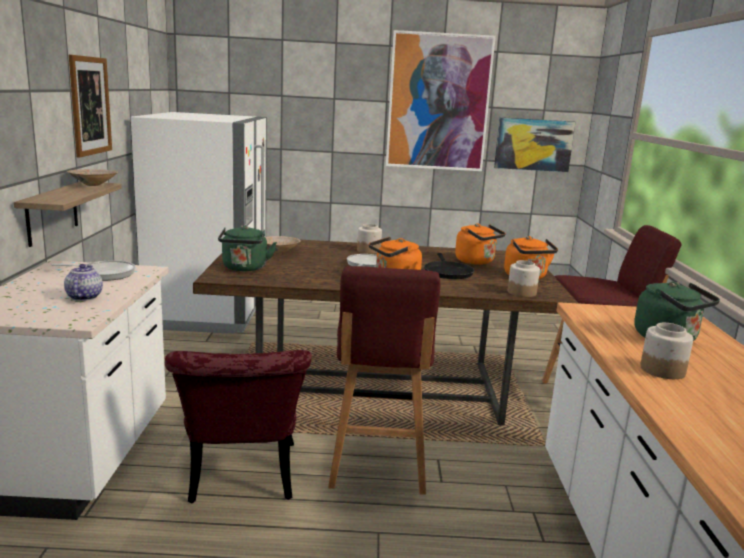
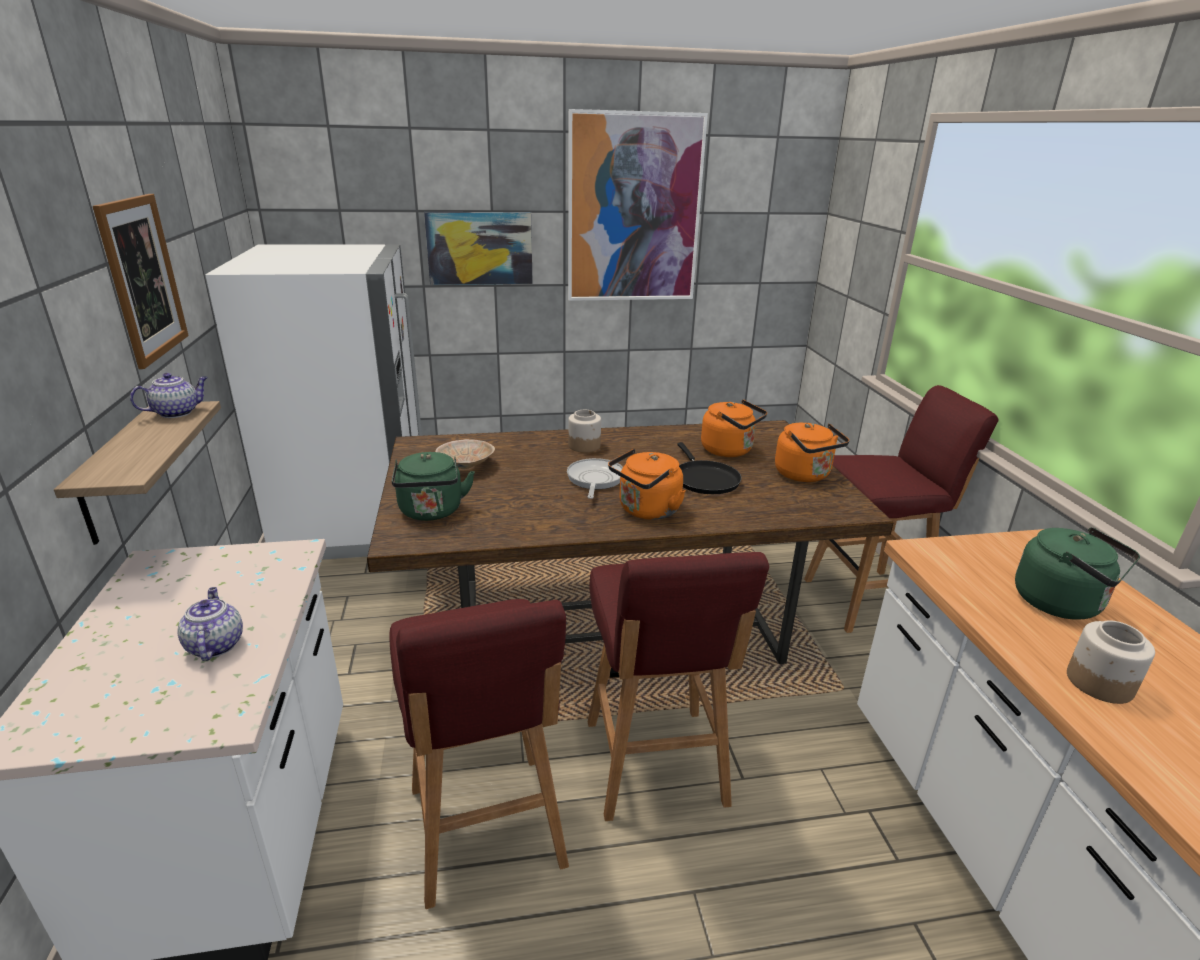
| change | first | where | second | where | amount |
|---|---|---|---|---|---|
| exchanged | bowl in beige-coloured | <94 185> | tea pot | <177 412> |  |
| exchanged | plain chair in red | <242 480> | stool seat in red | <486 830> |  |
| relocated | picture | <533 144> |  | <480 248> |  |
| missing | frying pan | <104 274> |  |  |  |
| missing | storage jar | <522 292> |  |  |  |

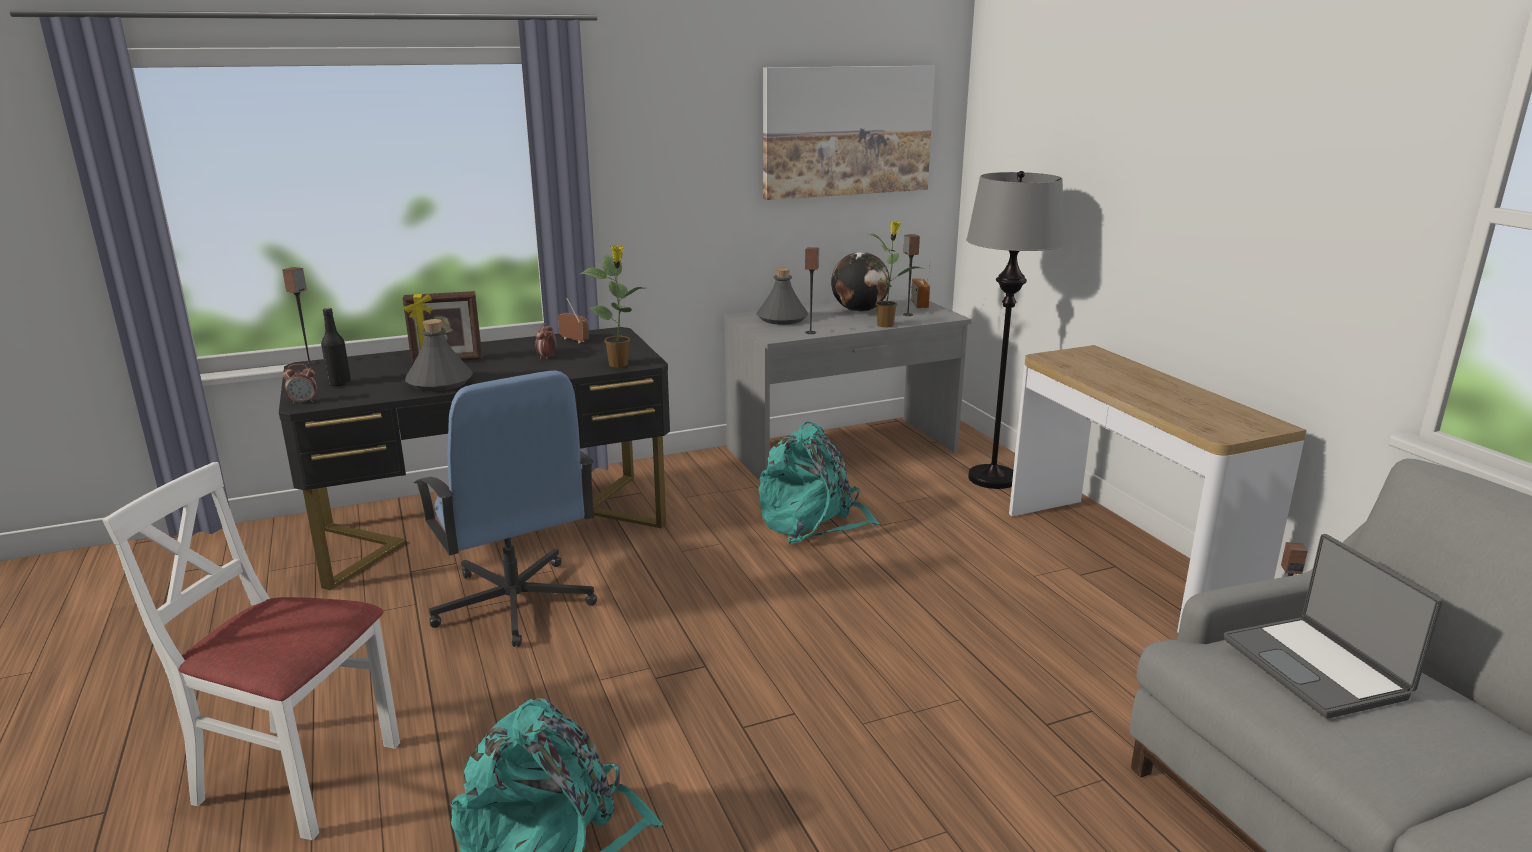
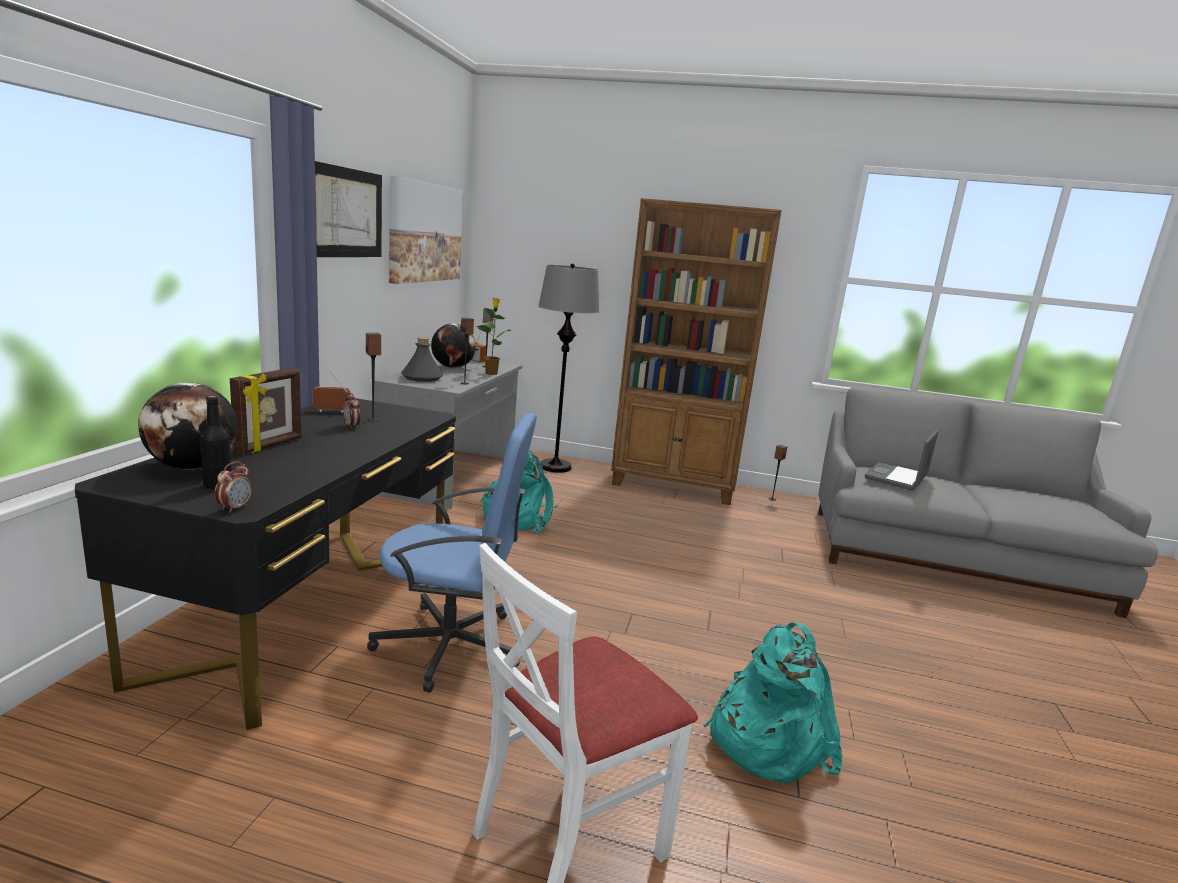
| change | first | where | second | where | amount |
|---|---|---|---|---|---|
| appeared |  |  | desk globe | <193 467> |  |
| appeared |  |  | picture | <346 213> |  |
| relocated | audio speaker | <309 363> |  | <373 420> |  |
| exchanged | narrow table | <1123 560> | shelving unit in brown | <674 486> |  |
| spun | laptop | <1316 668> |  | <897 478> | 105 degrees clockwise |
| missing | beverage bottle in grey | <440 382> |  |  |  |
| missing | potted plant | <619 364> |  |  |  |

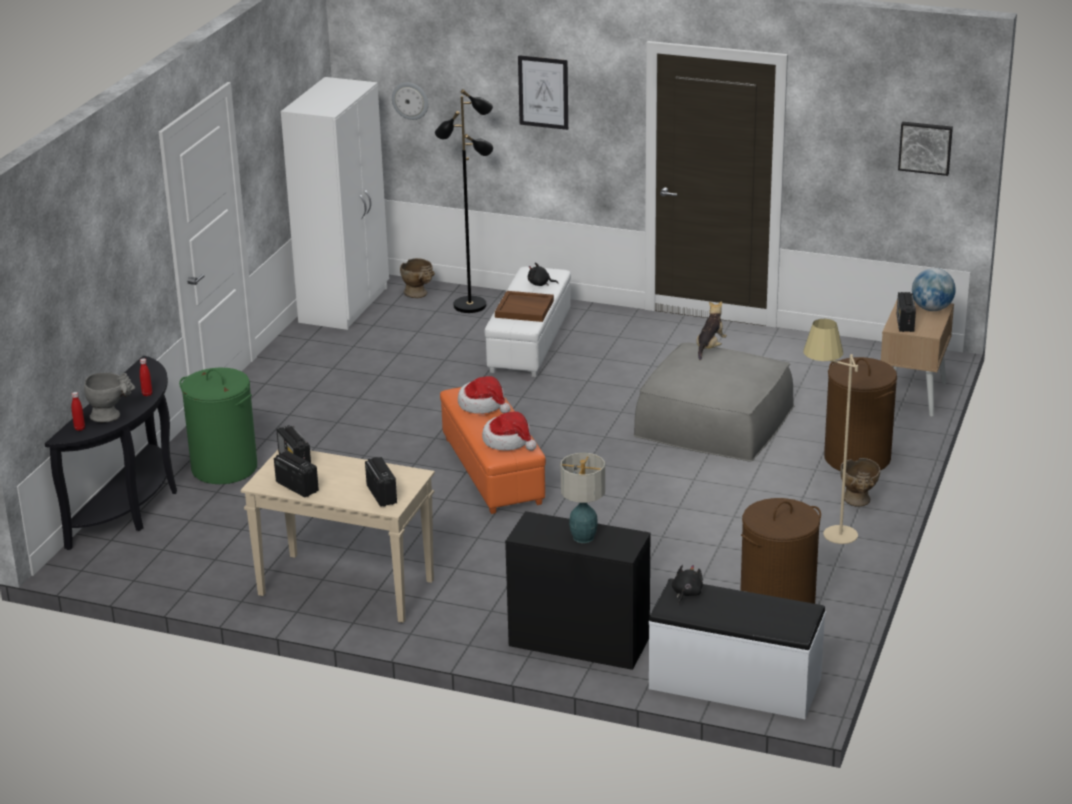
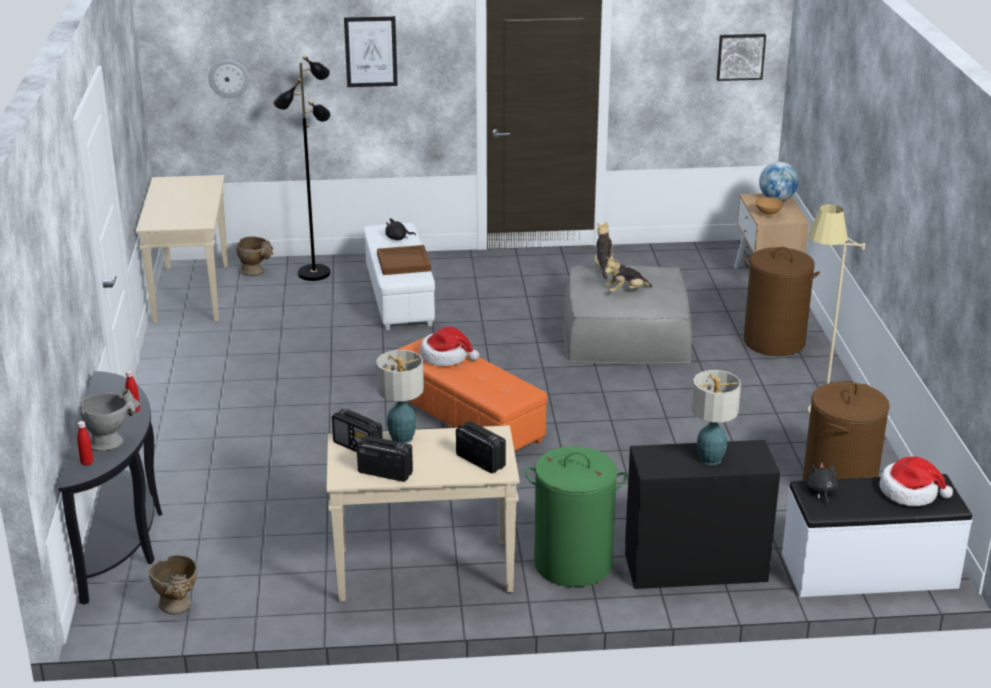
| change | first | where | second | where | amount |
|---|---|---|---|---|---|
| exchanged | wardrobe in white | <345 305> | narrow table in beige-coloured | <191 293> |  |
| relocated | vase in beige-coloured | <858 502> |  | <178 607> |  |
| appeared |  |  | table lamp | <402 438> |  |
| relocated | laundry basket in green-coloured | <224 468> |  | <572 564> |  |
| appeared |  |  | plush toy | <625 291> |  |
| exchanged | radio receiver | <905 323> | bowl in brown | <768 215> |  |
| relocated | wearable hat | <508 441> |  | <910 492> |  |

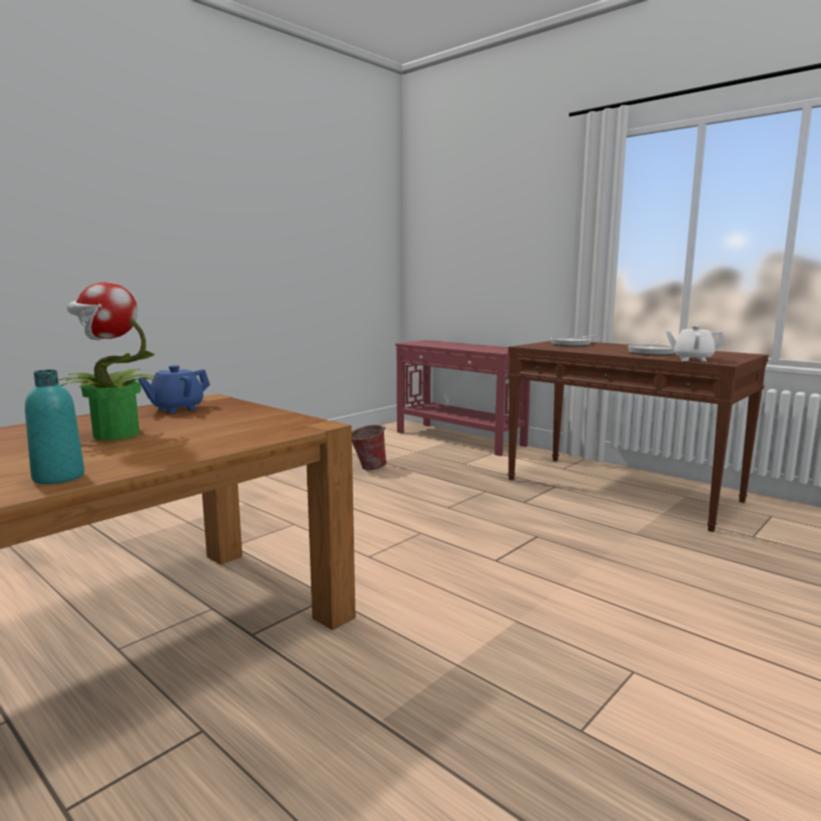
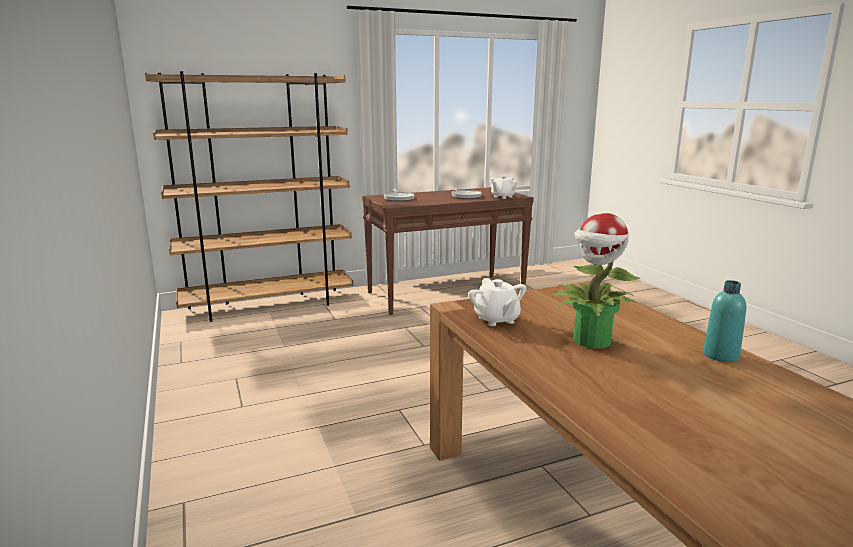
| change | first | where | second | where | amount |
|---|---|---|---|---|---|
| exchanged | narrow table in red | <459 439> | shelving unit in brown | <269 305> |  |
| colour | tea pot in blue | <177 409> | tea pot in white | <496 320> |  |
| missing | water bucket | <367 468> |  |  |  |

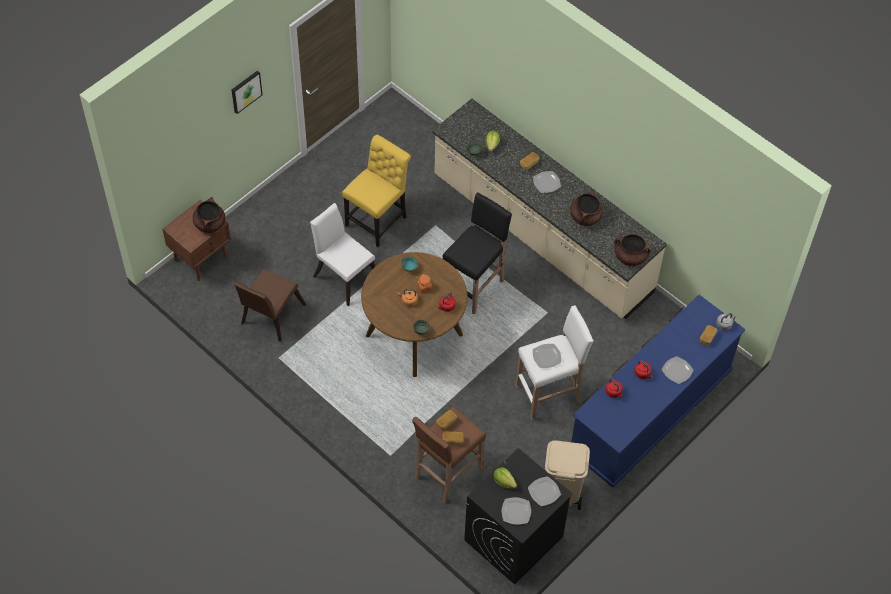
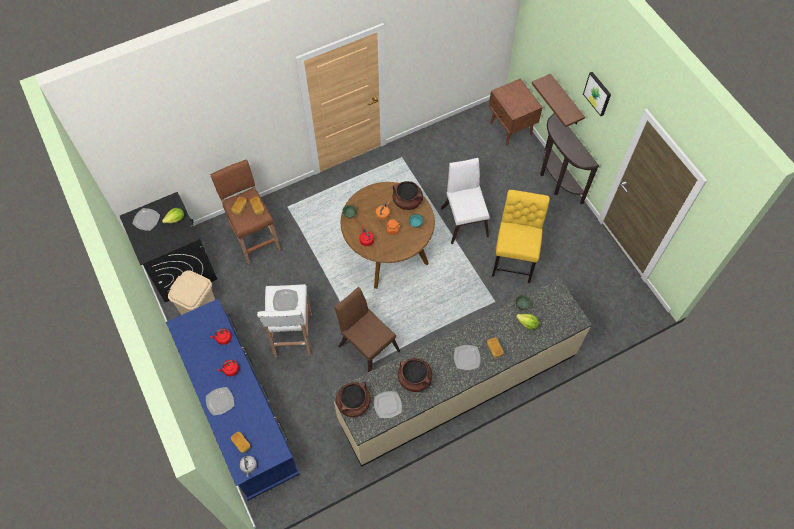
| change | first | where | second | where | amount |
|---|---|---|---|---|---|
| relocated | plain chair in brown | <270 317> |  | <367 345> |  |
| relocated | plate | <544 492> |  | <387 405> |  |
| relocated | saucepot in brown | <210 224> |  | <407 201> |  |
| spun | plain chair in white | <344 275> |  | <464 219> | 75 degrees counterclockwise |
| spun | plain chair in yellow-coloured | <378 219> |  | <514 259> | 135 degrees counterclockwise |
| appeared |  |  | shelf in brown | <565 101> |  |
| appeared |  |  | narrow table in brown | <556 181> |  |
| missing | stool seat in black | <474 286> |  |  |  |

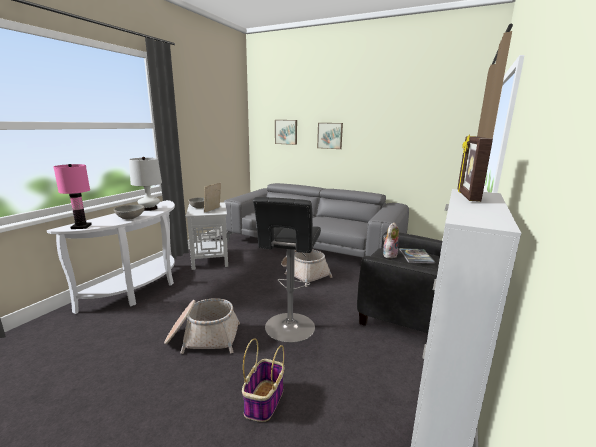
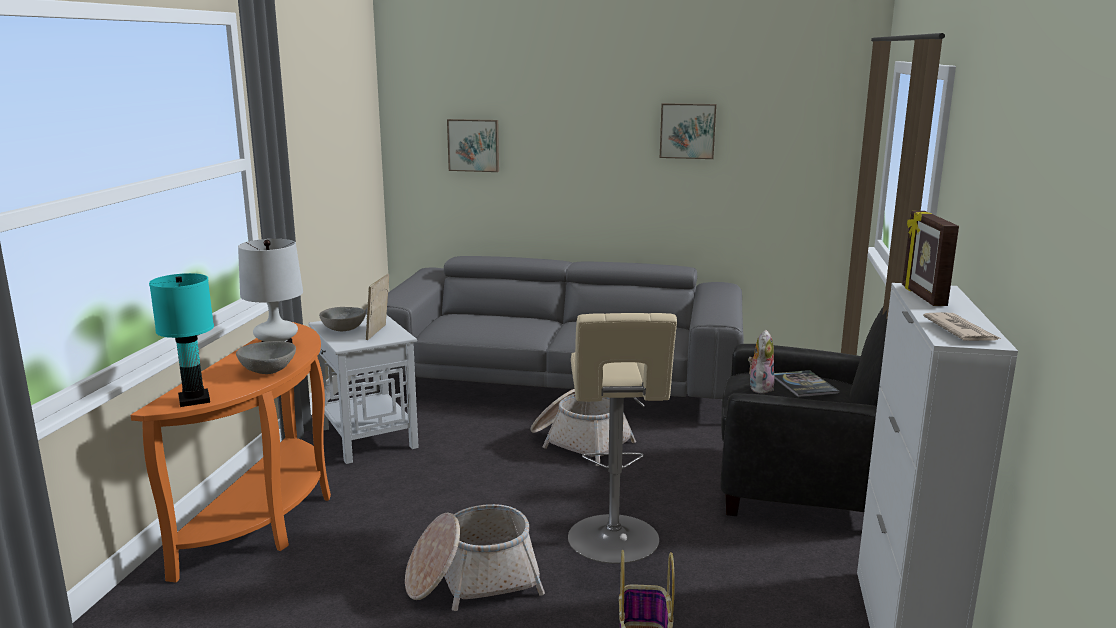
| change | first | where | second | where | amount |
|---|---|---|---|---|---|
| colour | narrow table in white | <139 289> | narrow table in orange-coloured | <268 518> |  |
| colour | table lamp in pink-coloured | <81 226> | table lamp in blue-green | <193 399> |  |
| colour | stool seat in black | <289 329> | stool seat in beige-coloured | <614 542> |  |
| relocated | picture | <330 135> |  | <687 131> |  |
| appeared |  |  | printed paper | <960 331> |  |

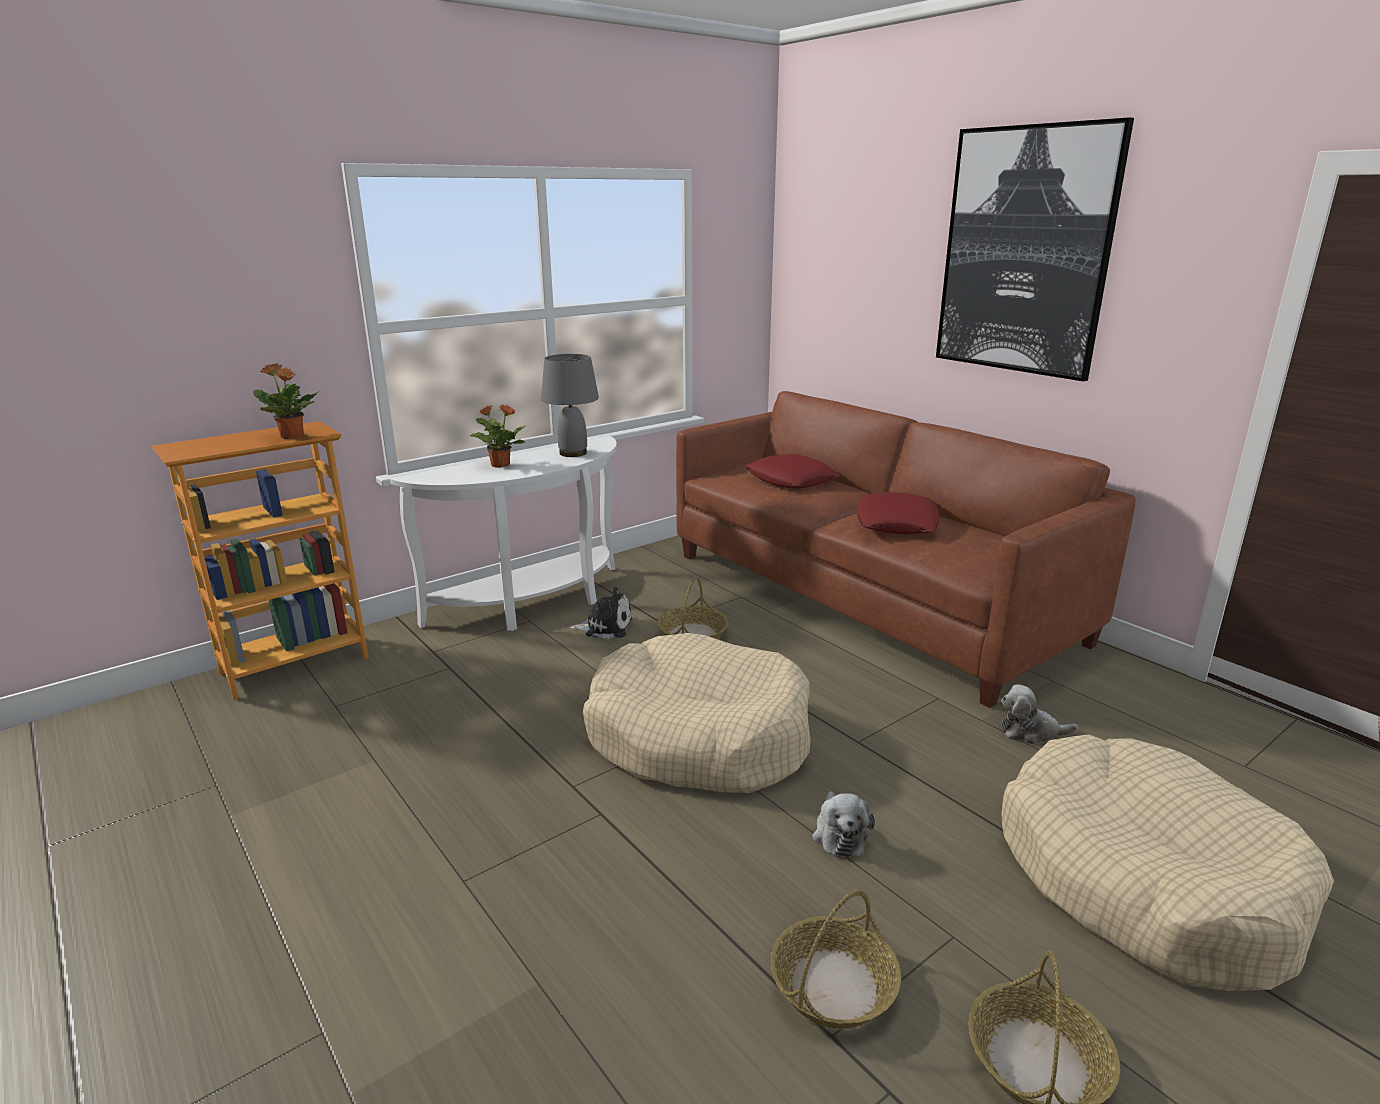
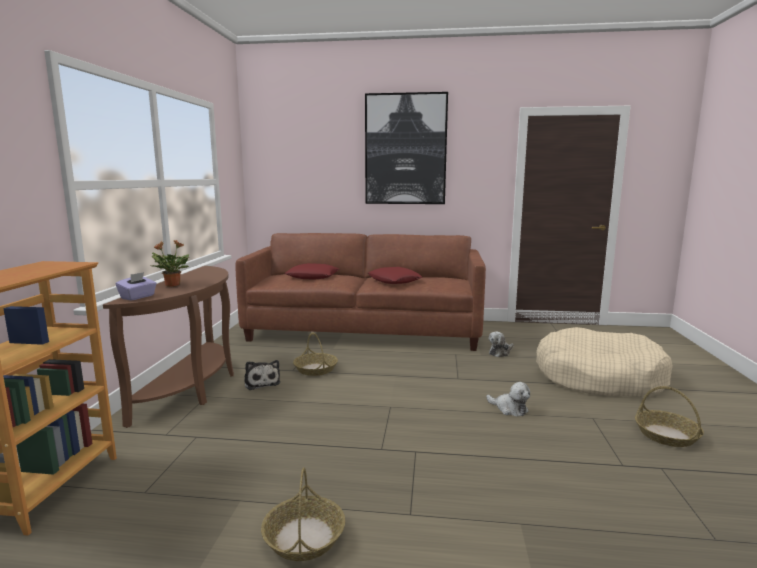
| change | first | where | second | where | amount |
|---|---|---|---|---|---|
| colour | narrow table in white | <535 605> | narrow table in brown | <194 388> |  |
| appeared |  |  | tissue holder in purple | <138 297> |  |
| spun | plush toy | <605 627> |  | <261 382> | 105 degrees clockwise |
| relocated | basket | <833 984> |  | <304 537> |  |
| missing | potted plant | <292 436> |  |  |  |
| missing | table lamp in grey | <572 453> |  |  |  |
| missing | pet bed in beige-coloured | <698 736> |  |  |  |

